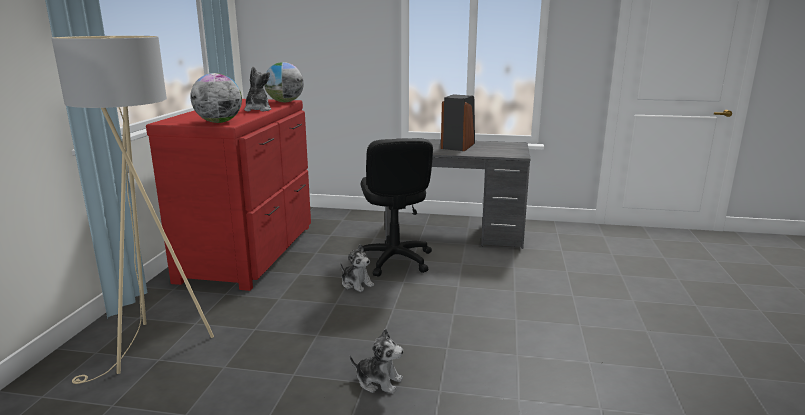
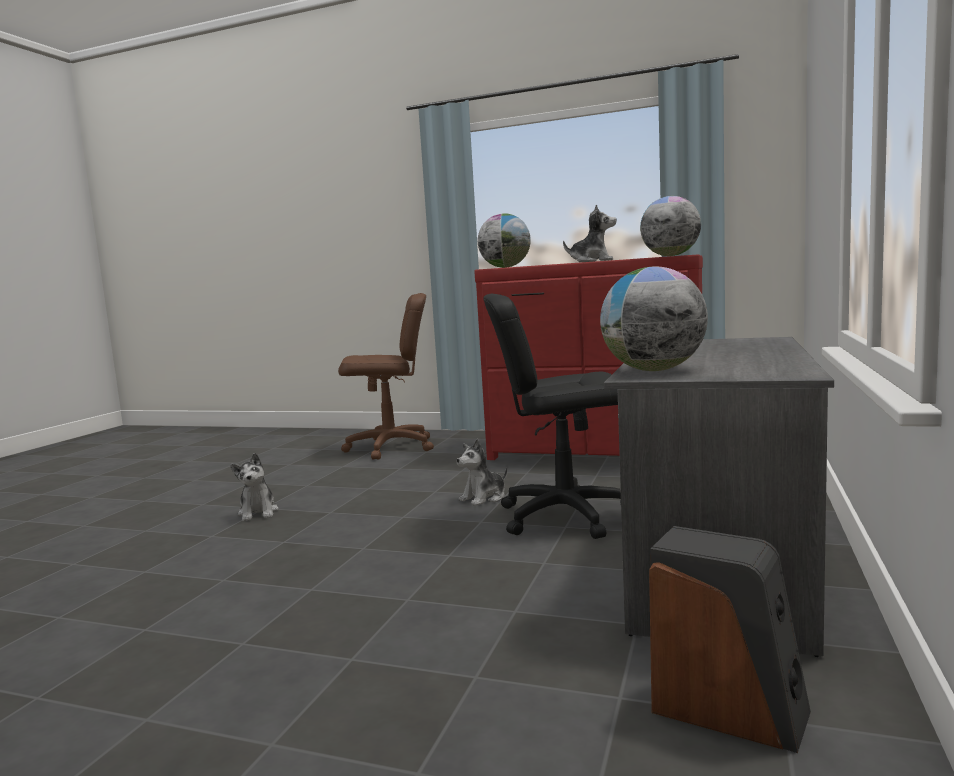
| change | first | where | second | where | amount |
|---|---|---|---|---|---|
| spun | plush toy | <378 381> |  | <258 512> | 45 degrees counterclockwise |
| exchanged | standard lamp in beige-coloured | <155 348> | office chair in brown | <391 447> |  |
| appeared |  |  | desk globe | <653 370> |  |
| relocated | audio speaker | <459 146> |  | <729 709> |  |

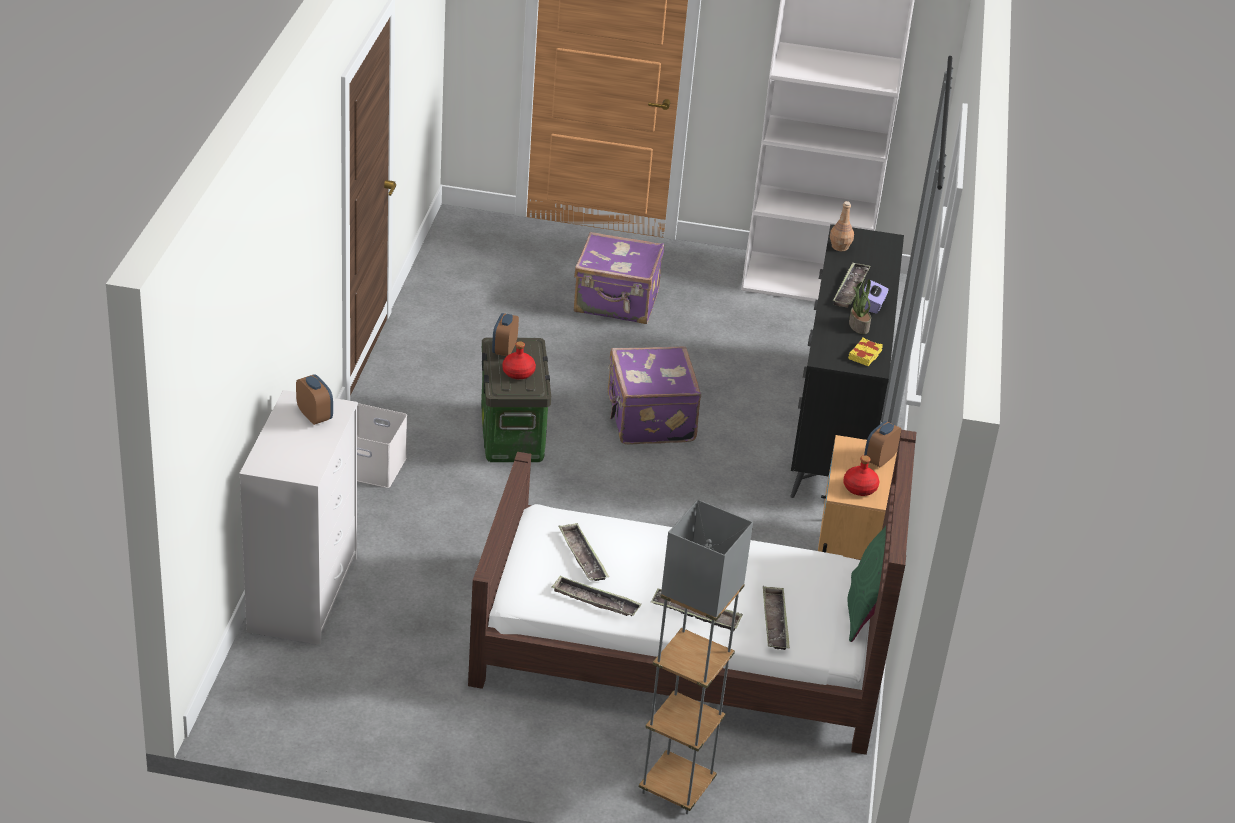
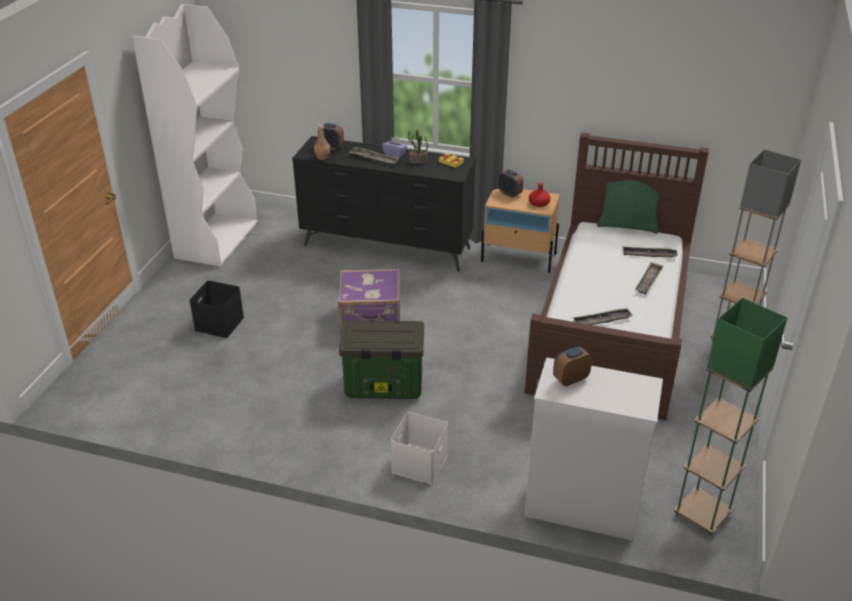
| change | first | where | second | where | amount |
|---|---|---|---|---|---|
| exchanged | travel case in purple | <616 303> | storage container in black | <219 323> |  |
| relocated | table clock | <504 349> |  | <331 147> |  |
| appeared |  |  | standard lamp in green-coloured | <702 515> |  |
| missing | beverage bottle in red | <518 372> |  |  |  |
| missing | tray | <595 601> |  |  |  |

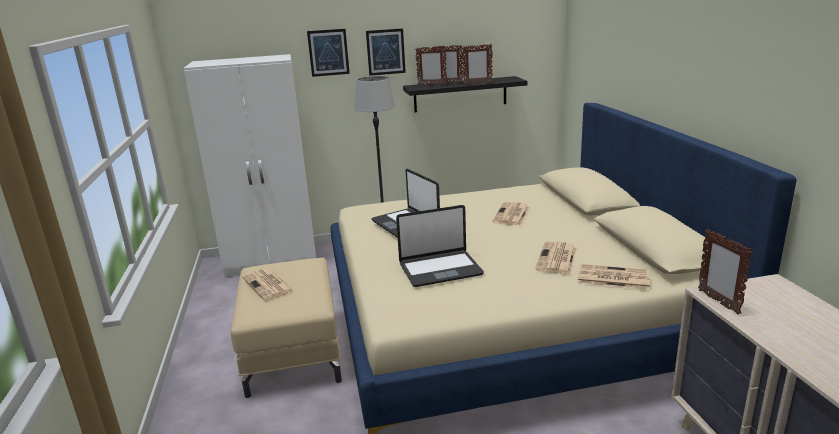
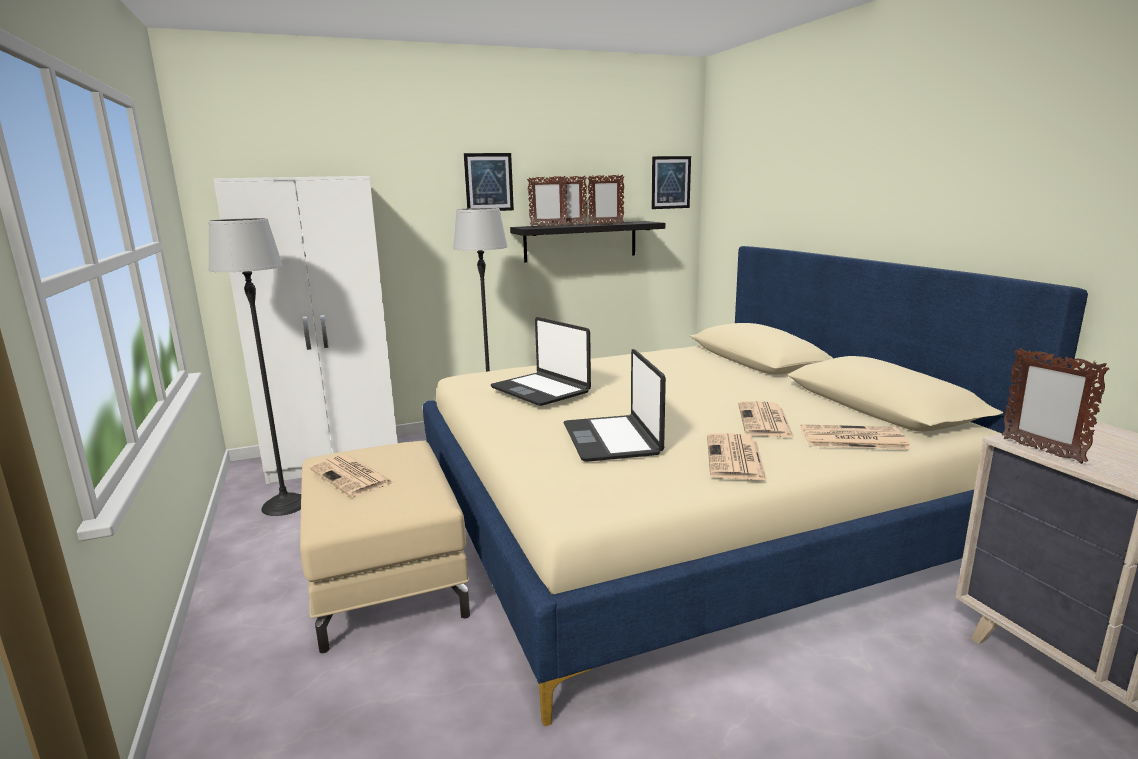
| change | first | where | second | where | amount |
|---|---|---|---|---|---|
| appeared |  |  | standard lamp | <284 505> |  |
| spun | laptop | <440 269> |  | <612 439> | 105 degrees clockwise |
| relocated | picture | <328 52> |  | <670 182> |  |
| relocated | printed paper | <511 215> |  | <735 458> |  |

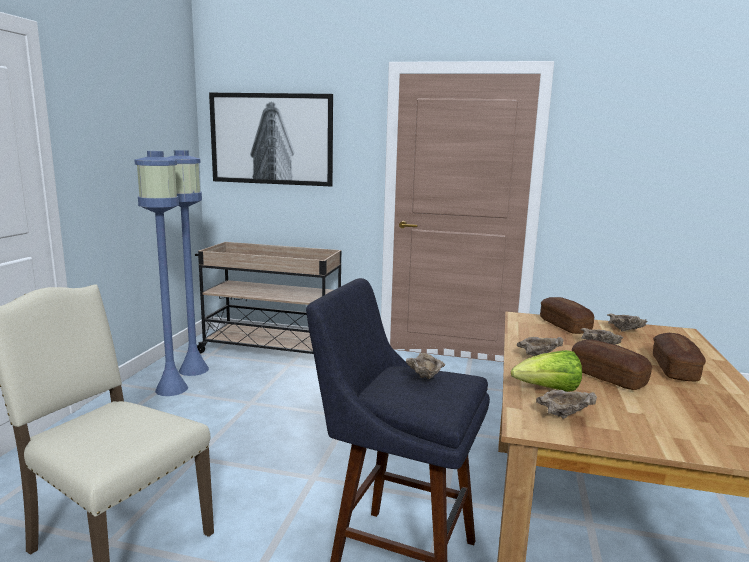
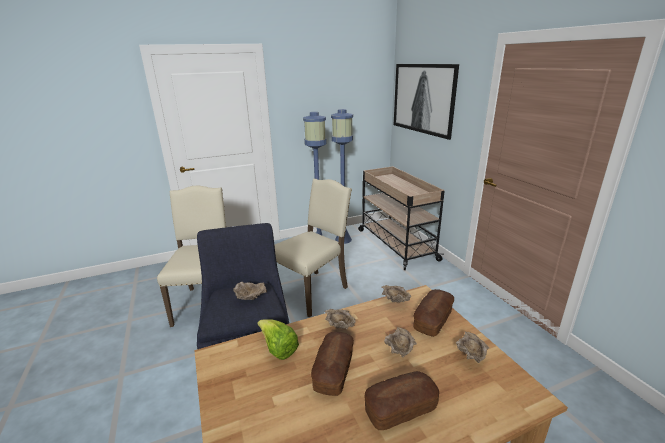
| change | first | where | second | where | amount |
|---|---|---|---|---|---|
| appeared |  |  | plain chair in beige-coloured | <313 291> |  |
| relocated | bowl in beige-coloured | <564 416> |  | <395 302> |  |

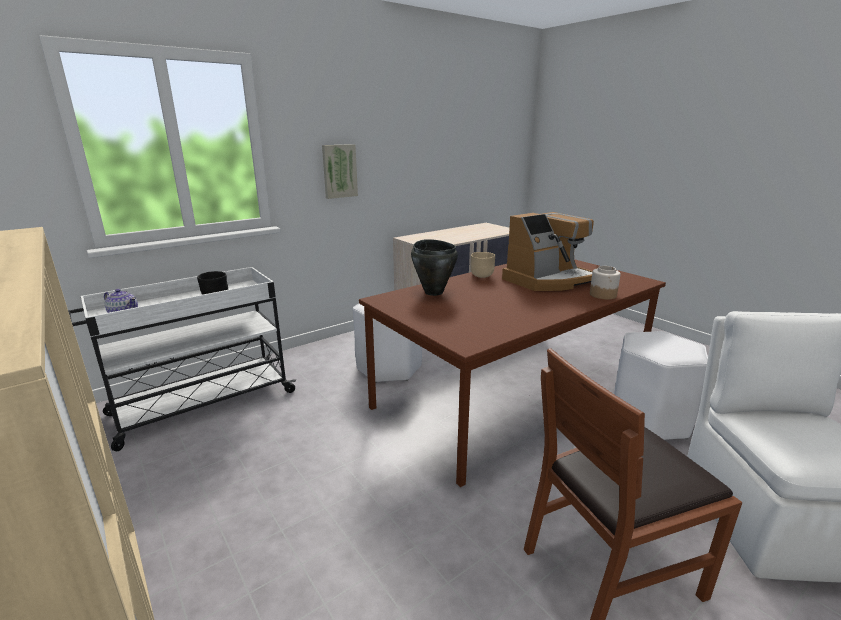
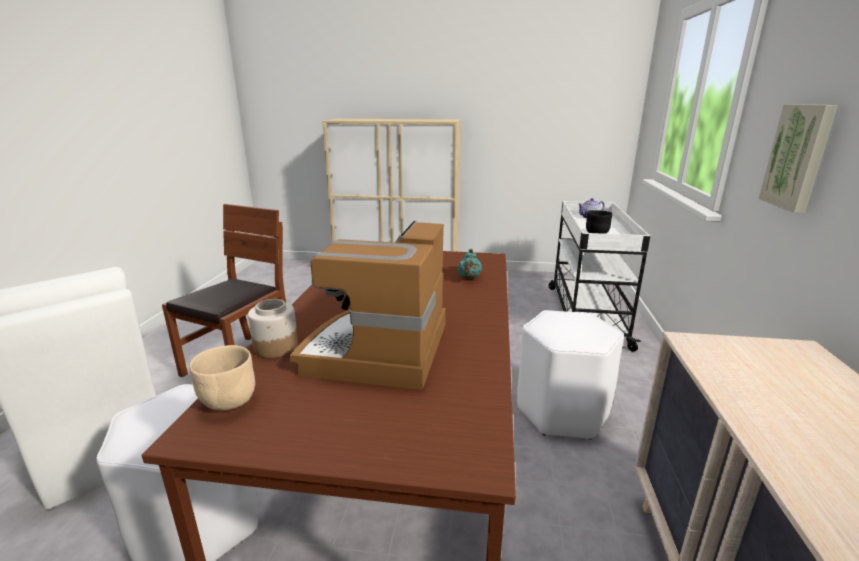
| change | first | where | second | where | amount |
|---|---|---|---|---|---|
| relocated | bowl in beige-coloured | <482 276> |  | <229 403> |  |
| exchanged | saucepot in black | <434 292> | tea pot in blue-green | <469 277> |  |

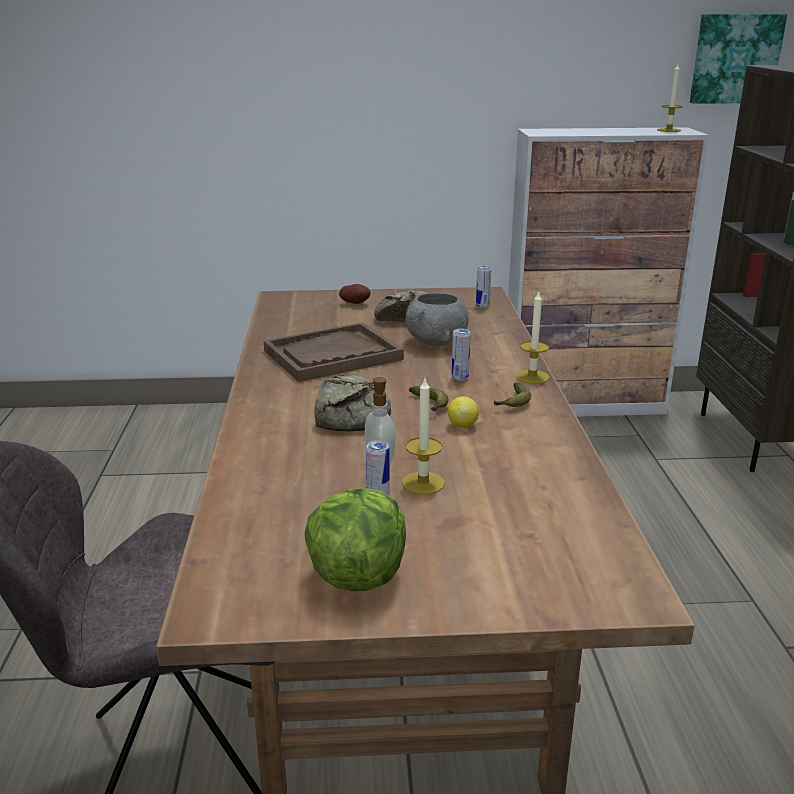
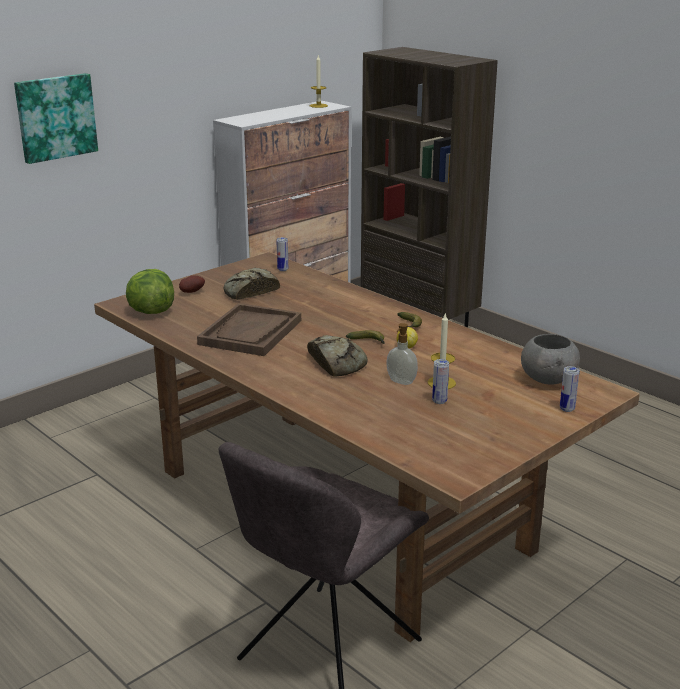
| change | first | where | second | where | amount |
|---|---|---|---|---|---|
| relocated | picture | <735 59> |  | <55 117> |  |
| relocated | head of lettuce | <357 574> |  | <150 311> |  |
| relocated | bowl in grey | <436 342> |  | <548 379> |  |
| relocated | metal can | <460 378> |  | <567 409> |  |
| missing | candle | <532 377> |  |  |  |

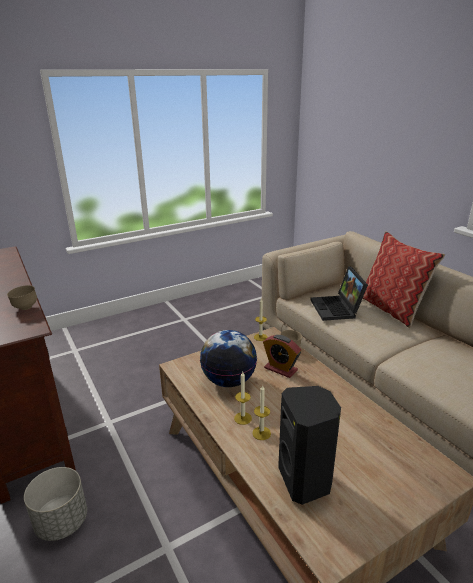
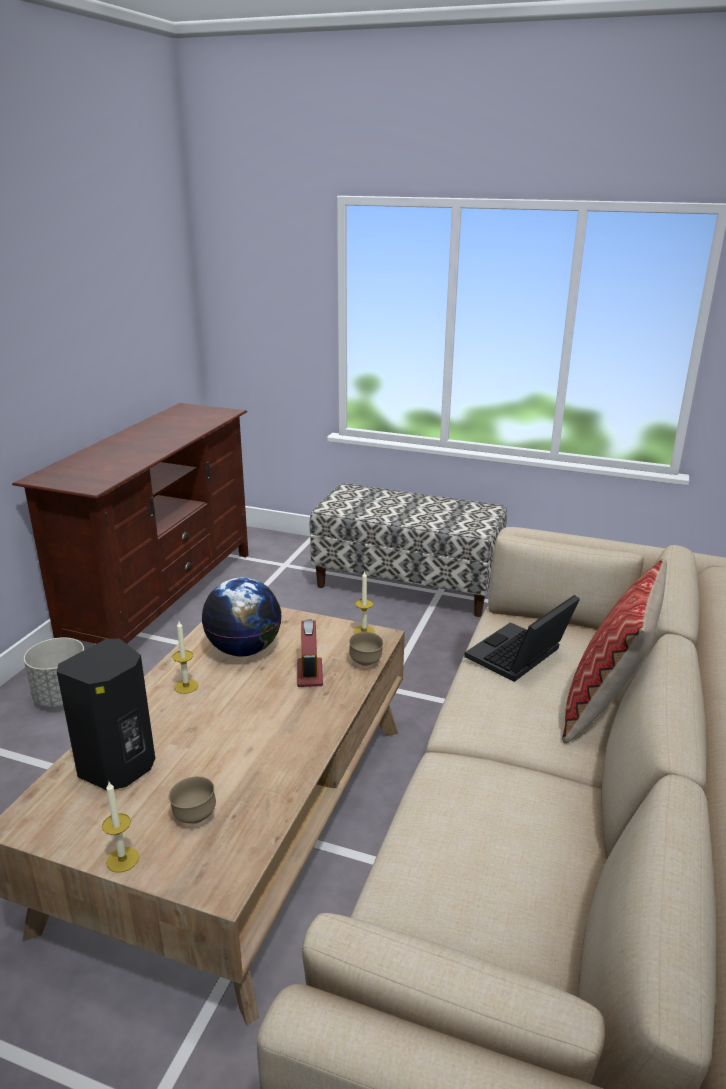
| change | first | where | second | where | amount |
|---|---|---|---|---|---|
| relocated | candle | <261 433> |  | <122 859> |  |
| relocated | bowl in brown | <25 308> |  | <194 817> |  |
| appeared |  |  | long seat | <407 584> |  |

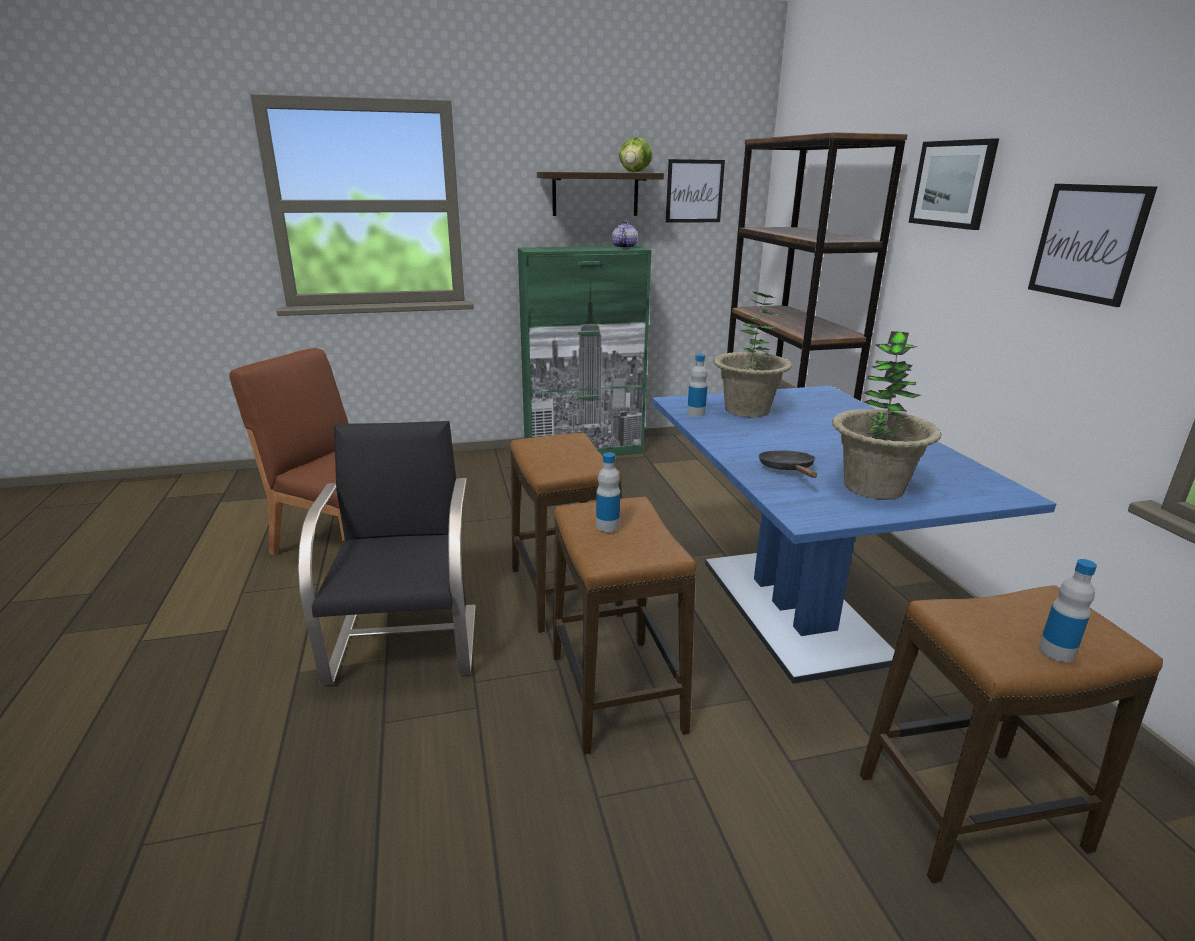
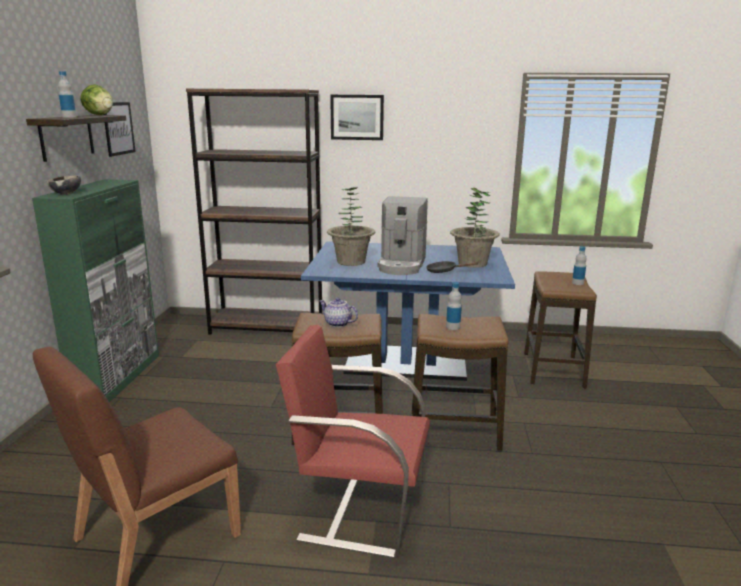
| change | first | where | second | where | amount |
|---|---|---|---|---|---|
| appeared |  |  | bowl | <66 194> |  |
| relocated | beverage bottle | <696 413> |  | <69 117> |  |
| colour | plain chair in black | <406 641> | plain chair in red | <358 508> |  |
| relocated | tea pot | <623 247> |  | <337 324> |  |
| appeared |  |  | coffee machine | <402 265> |  |
| missing | picture | <1087 243> |  |  |  |

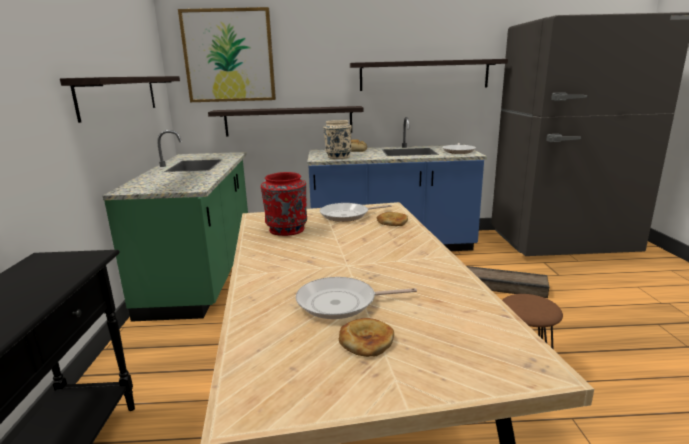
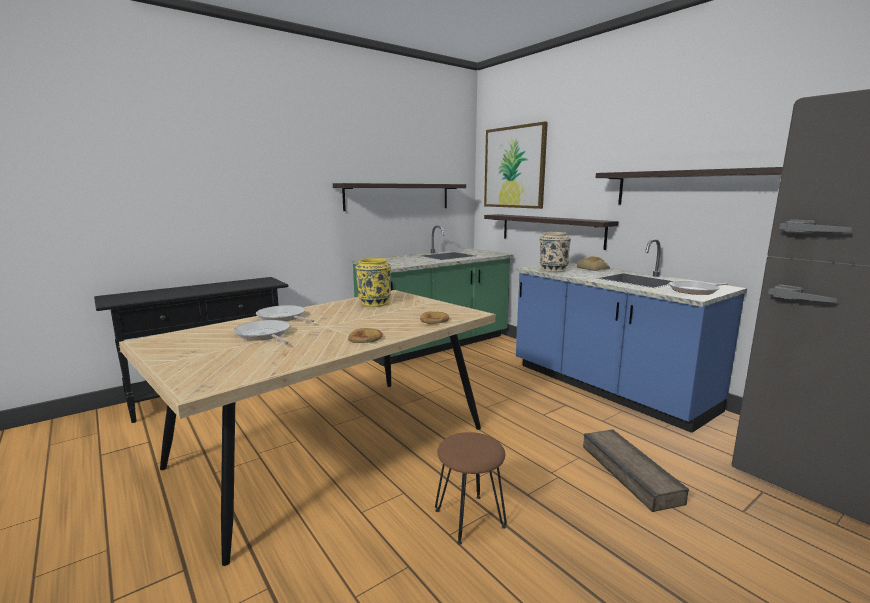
| change | first | where | second | where | amount |
|---|---|---|---|---|---|
| relocated | frying pan | <347 215> |  | <283 317> |  |
| relocated | bakery bread | <366 340> |  | <365 338> |  |
| colour | vase in red | <287 230> | vase in yellow-coloured | <374 303> |  |

